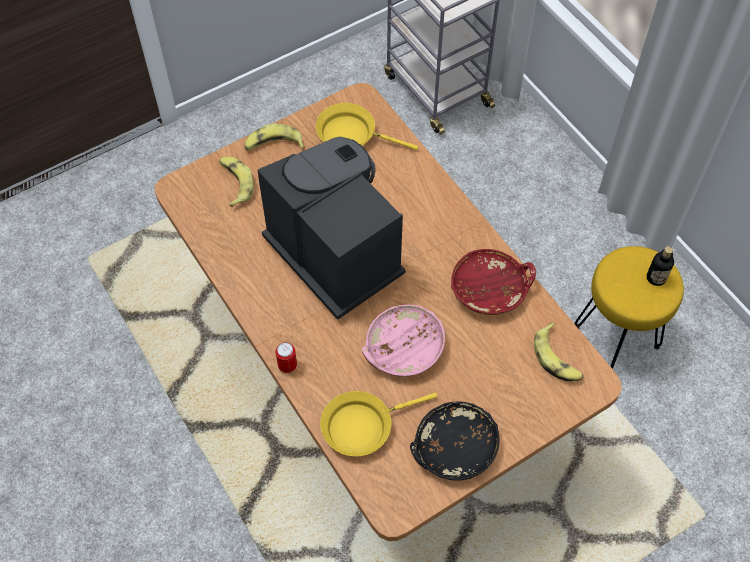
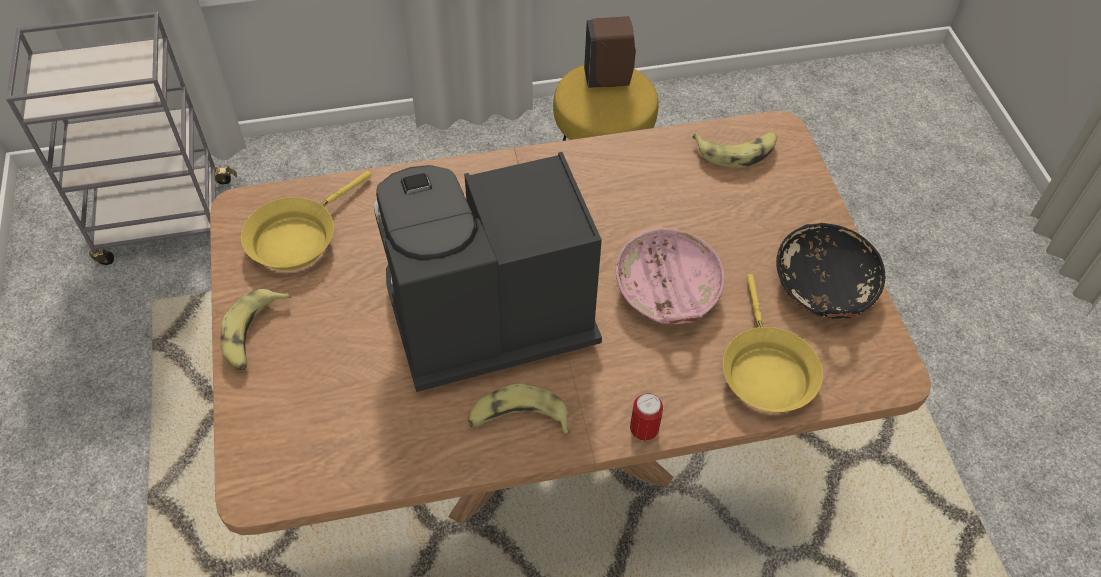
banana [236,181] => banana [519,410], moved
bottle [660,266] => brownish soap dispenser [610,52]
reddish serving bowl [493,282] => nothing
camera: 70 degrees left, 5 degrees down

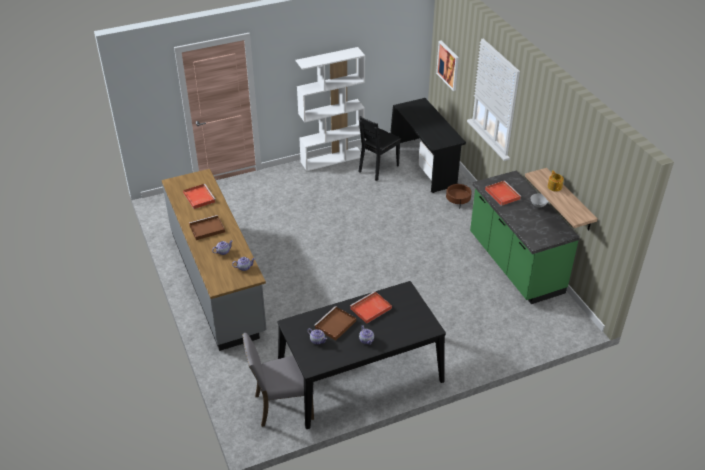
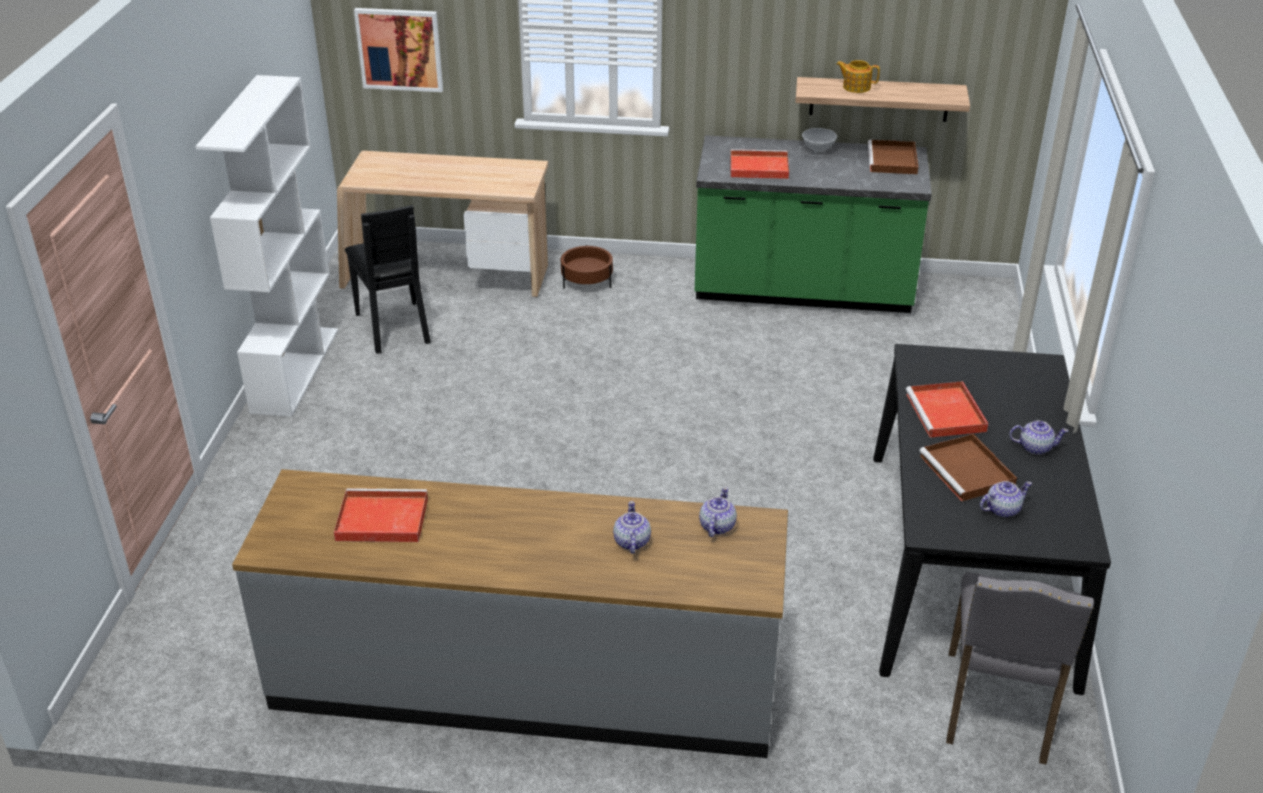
black-coloured desk [428,145] => beige desk [442,224]
brownish serving tray [207,227] => brownish serving tray [893,157], moved
camera: 60 degrees left, 5 degrees down

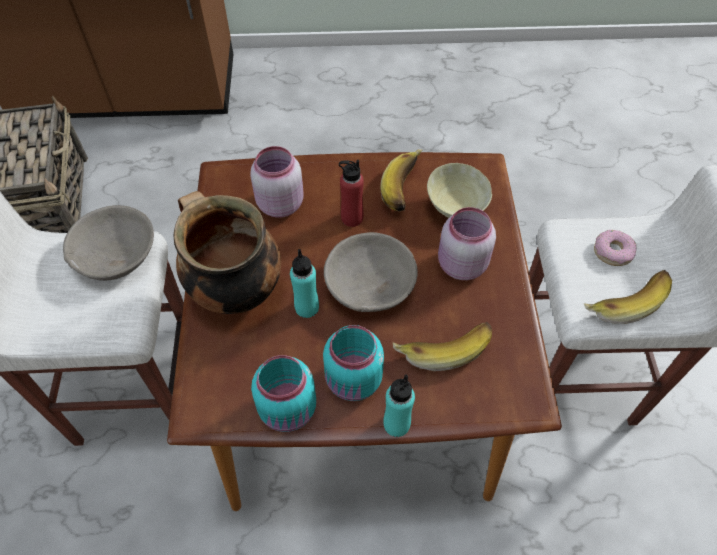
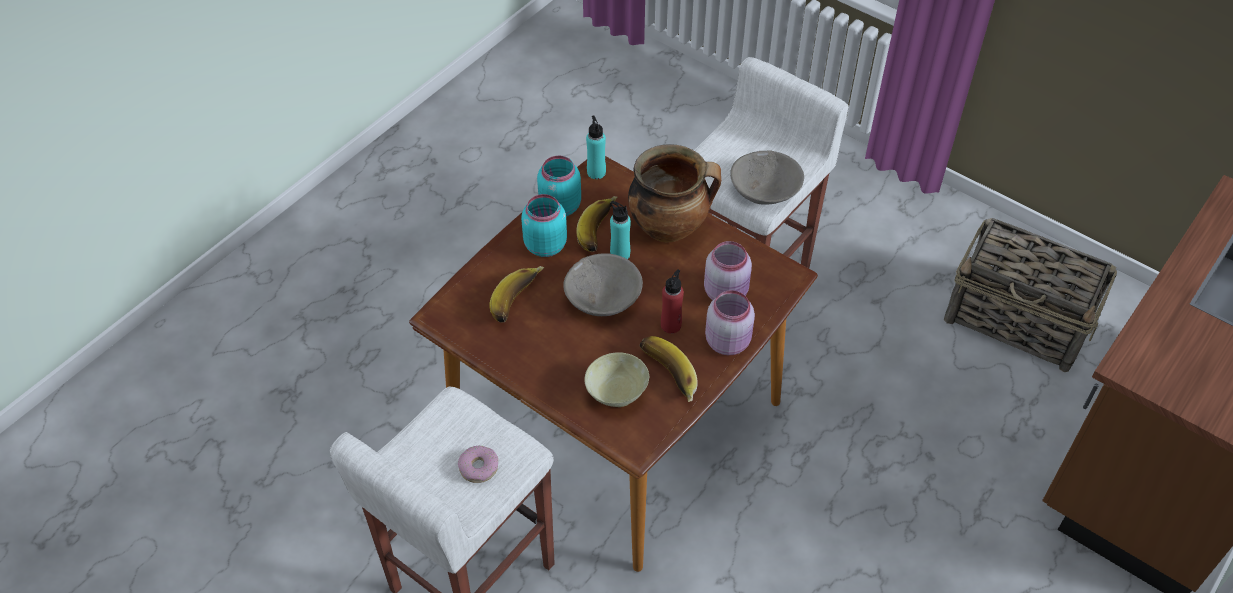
pink-coloured preserve jar [467,243] => pink-coloured preserve jar [730,322], moved
banana [628,297] => banana [596,224], moved
turquoise-coloured bottle [399,405] => turquoise-coloured bottle [596,147], moved
camera: 130 degrees right, 5 degrees down

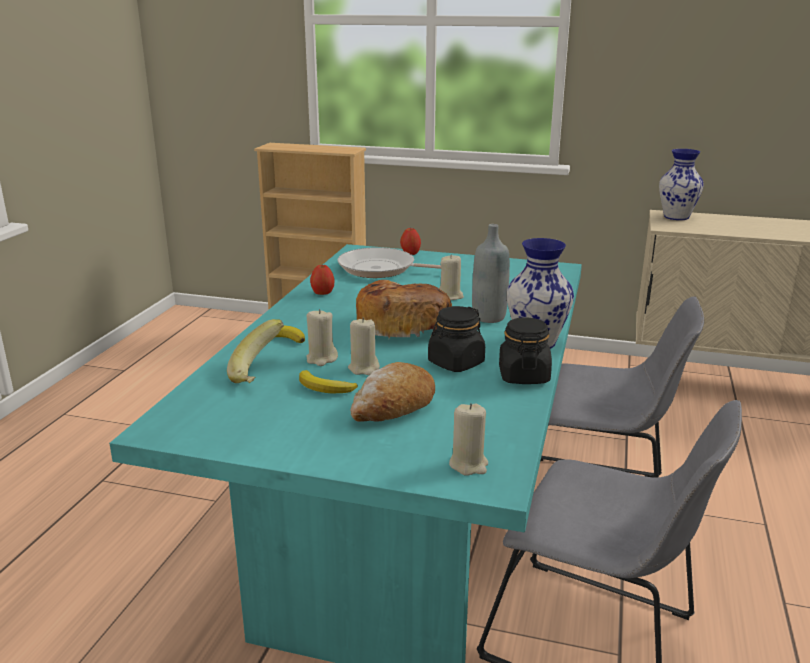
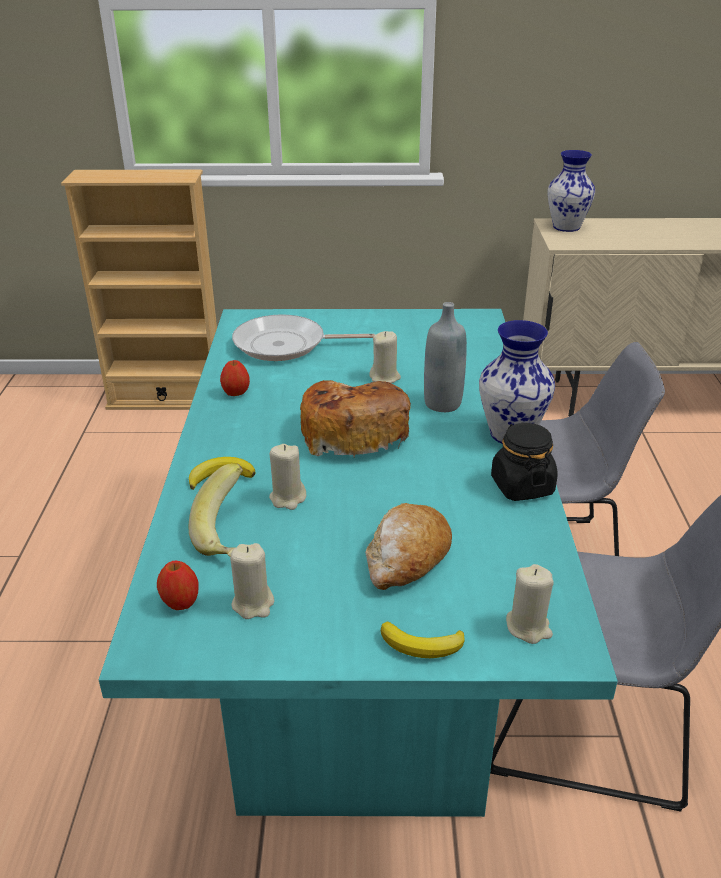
apple fruit [410,241] => apple fruit [178,585], moved
black-coloured preserve jar [456,339] => nothing
beige wax candle [364,346] => beige wax candle [252,581], moved
banana [328,381] => banana [422,640], moved
camera: 15 degrees left, 10 degrees up

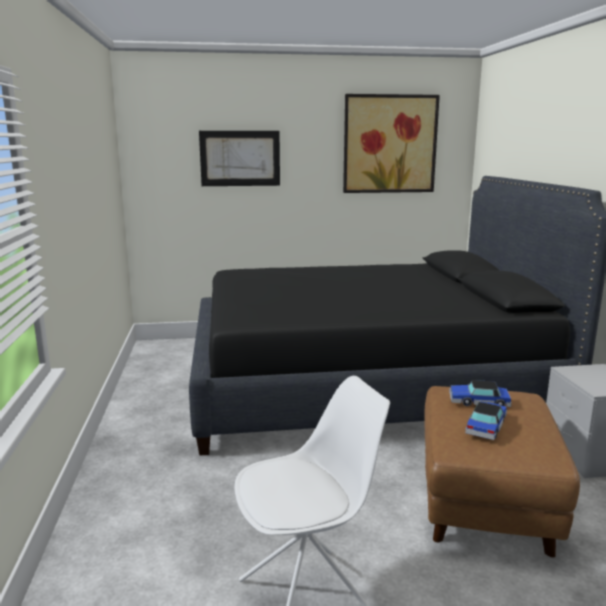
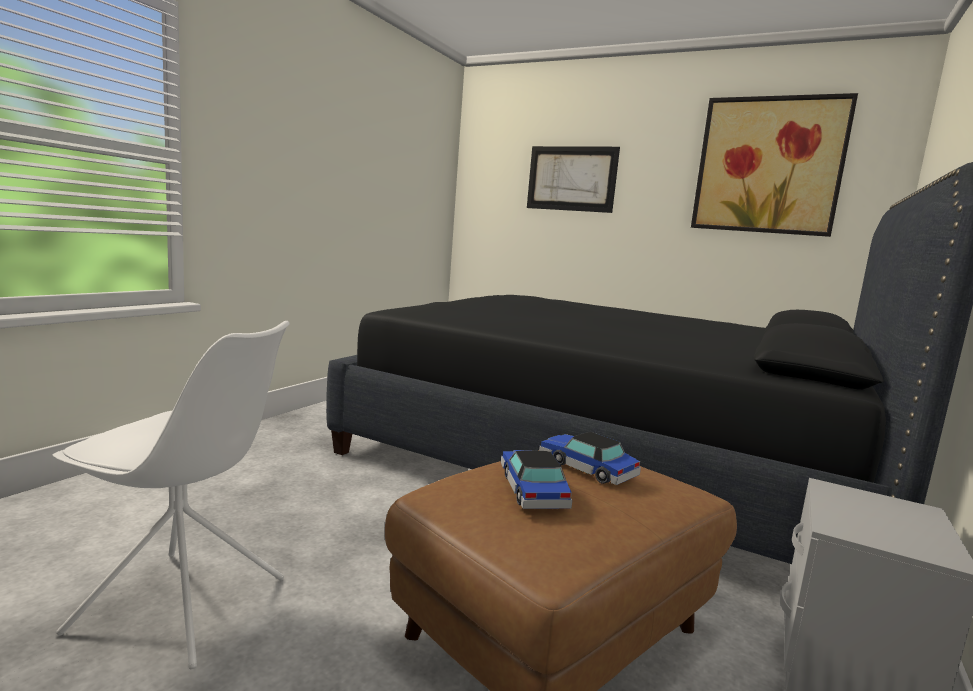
model car [486,420] => model car [536,479], 75 degrees counterclockwise
camera: 35 degrees right, 5 degrees down

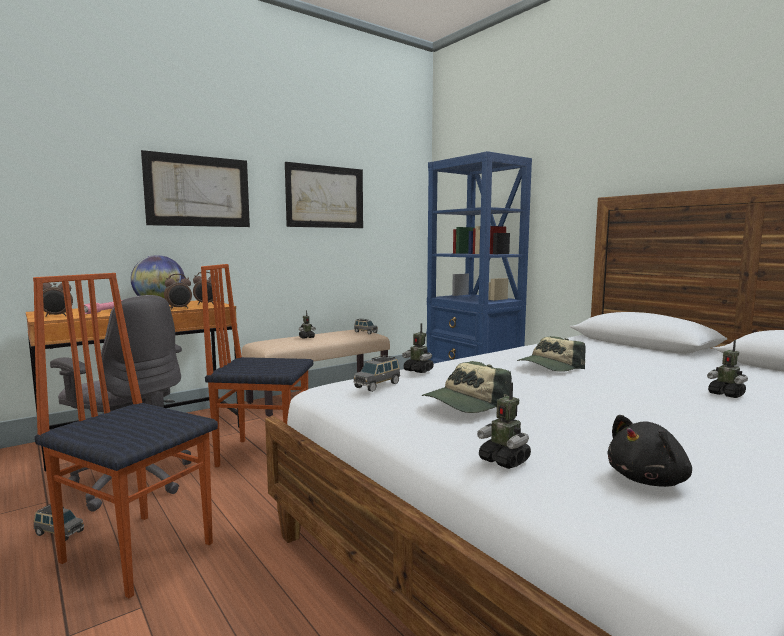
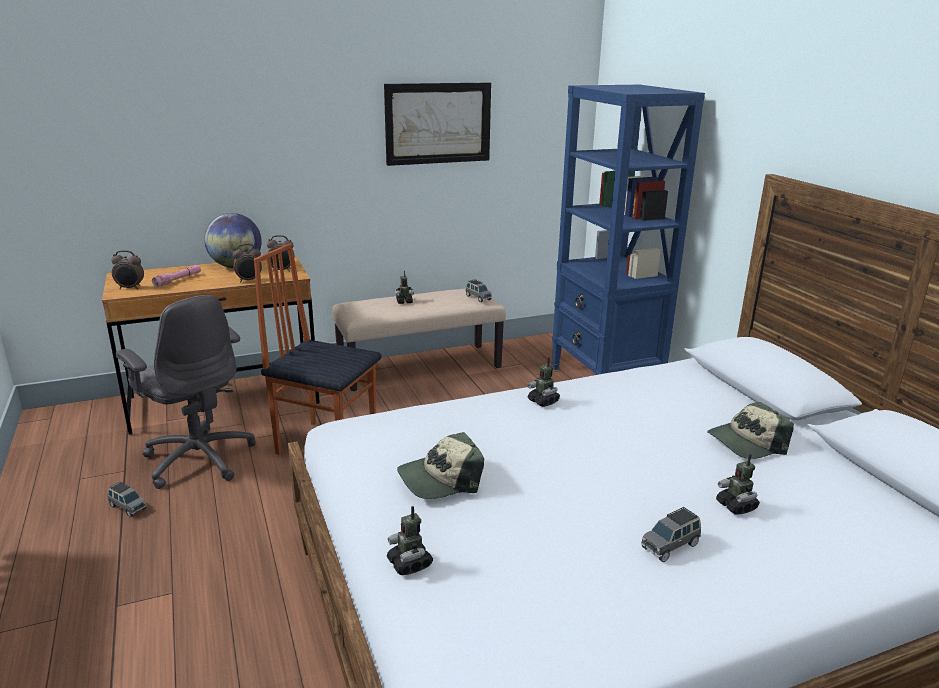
picture [195,188] => nothing
plain chair [125,435] => nothing
toy robot [418,348] => toy robot [544,382], moved
baseball cap [551,354] => baseball cap [750,430], moved
greyish model car [376,373] => greyish model car [671,534], moved
black-coloured soft toy [649,451] => nothing
camera: 15 degrees right, 15 degrees up

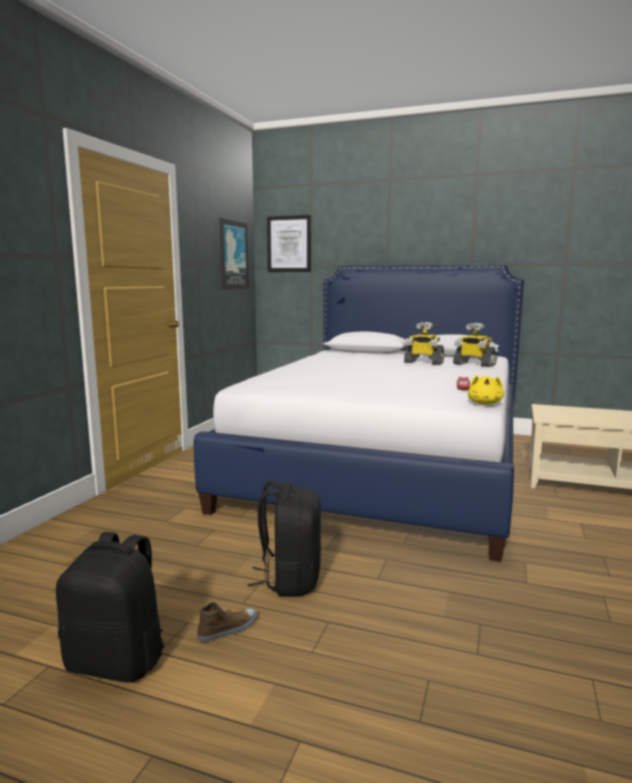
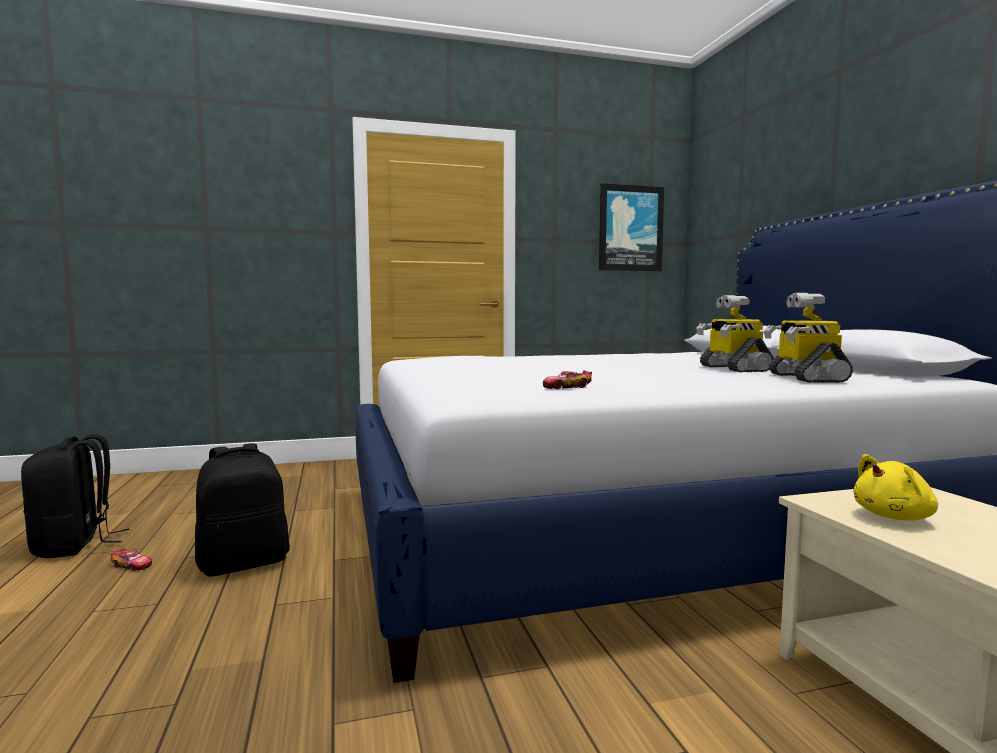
picture [289,243] => nothing
yellow-coloured soft toy [485,389] => yellow-coloured soft toy [895,487], moved
item of footwear [227,622] => model car [131,559]
camera: 55 degrees right, 5 degrees down

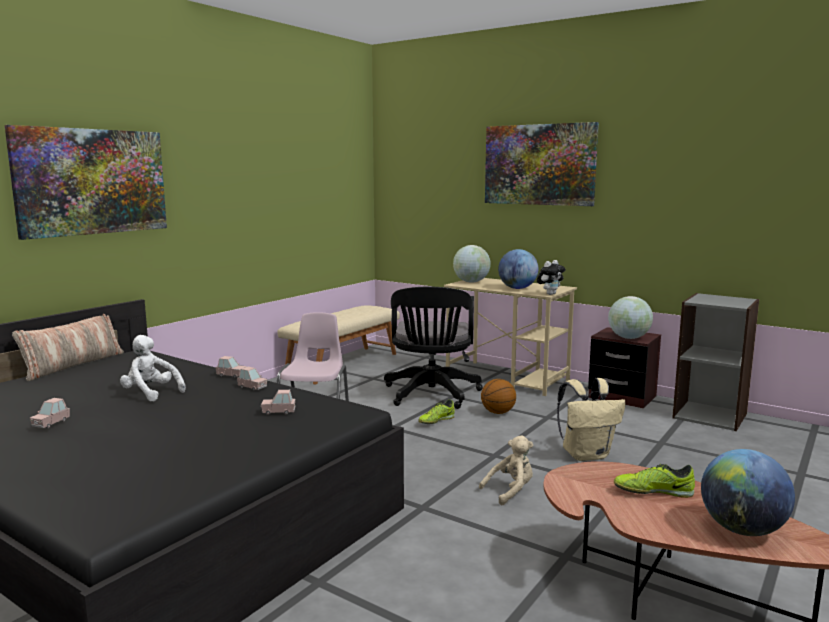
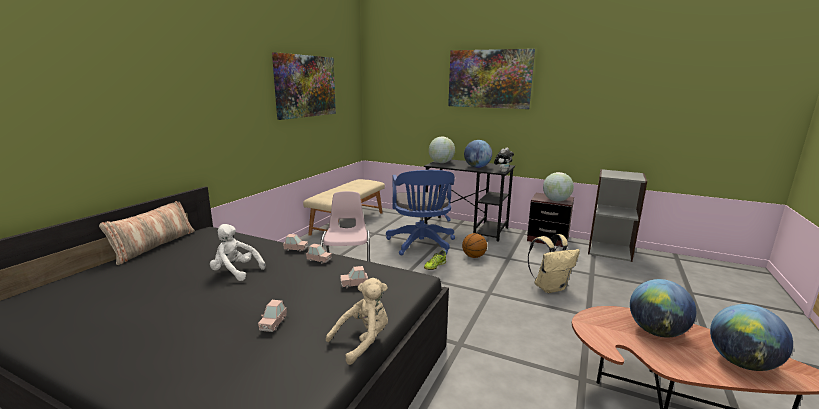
picture [85,182] => picture [304,86], moved
beige desk [510,337] => black-coloured desk [469,201]
black-coloured computer chair [433,348] => blue-coloured computer chair [420,212]
pink-coloured model car [50,413] => pink-coloured model car [272,316], moved
beige soft toy [506,470] => beige soft toy [357,321], moved
item of footwear [654,481] => desk globe [663,308]
camera: 10 degrees left, 5 degrees up

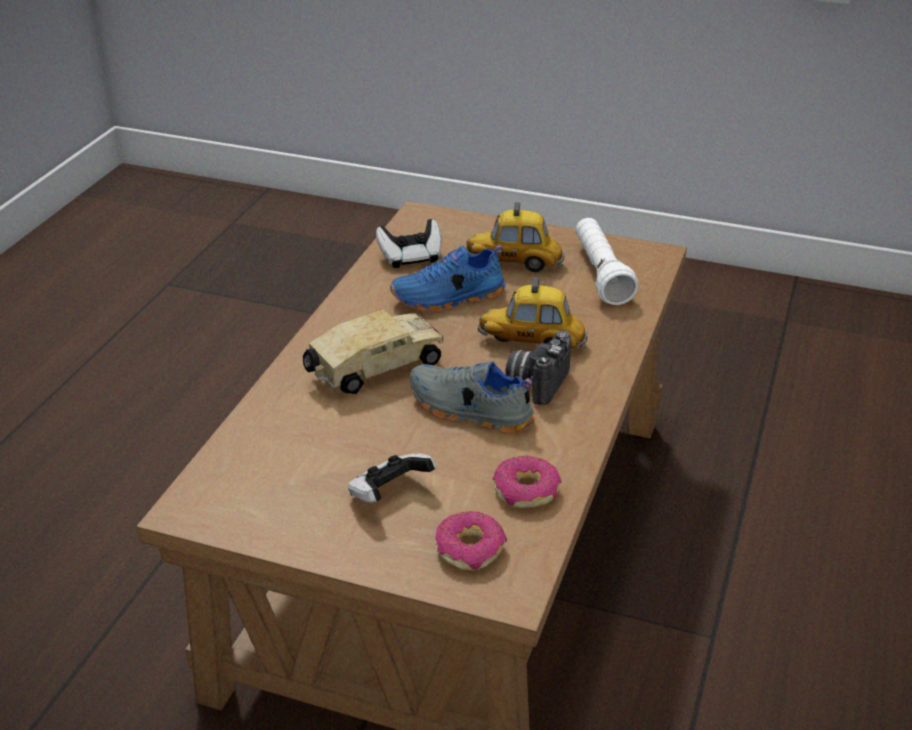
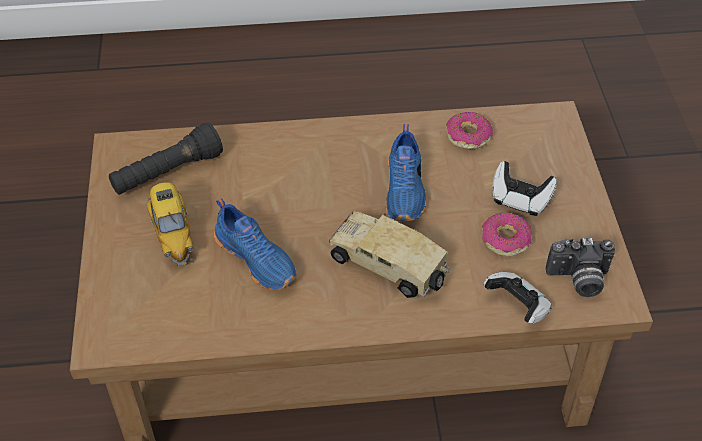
white flashlight [607,261] => black-coloured flashlight [166,159]
game controller [409,243] => game controller [517,298], moved
model car [533,312] => nothing
photo camera [538,367] => photo camera [580,267], moved
greyish item of footwear [473,397] => blue-coloured item of footwear [405,172]
ring doughnut [471,541] => ring doughnut [507,234], moved
camera: 115 degrees left, 15 degrees up

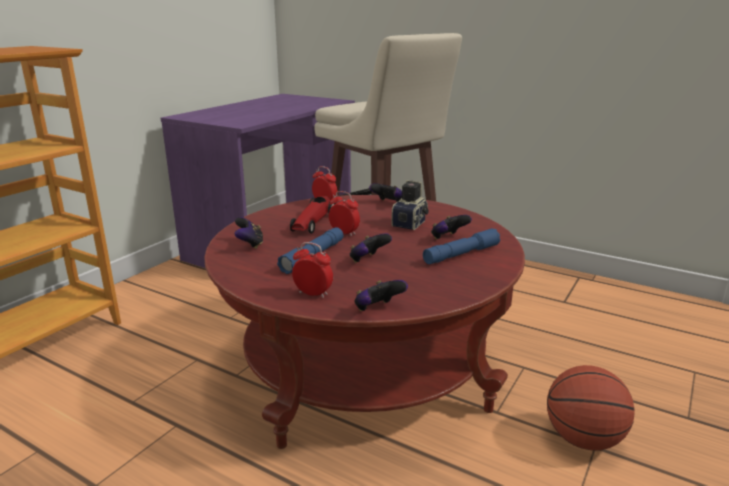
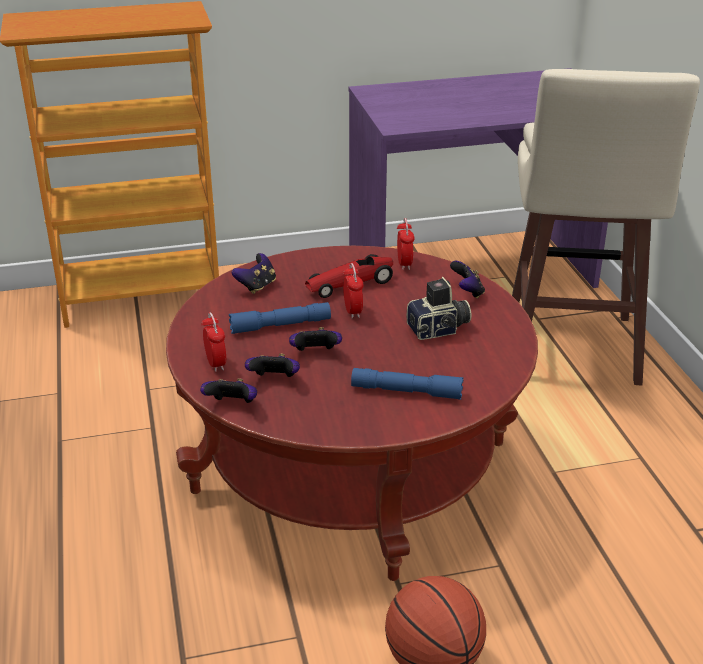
game controller [451,227] => game controller [272,365], moved
camera: 45 degrees right, 10 degrees up

